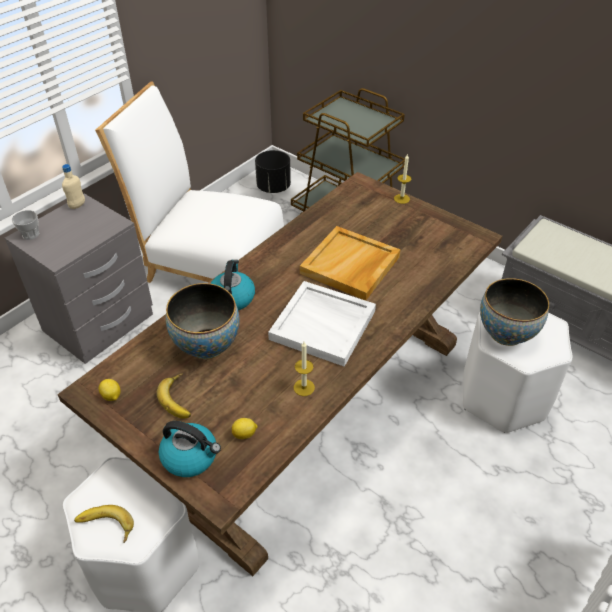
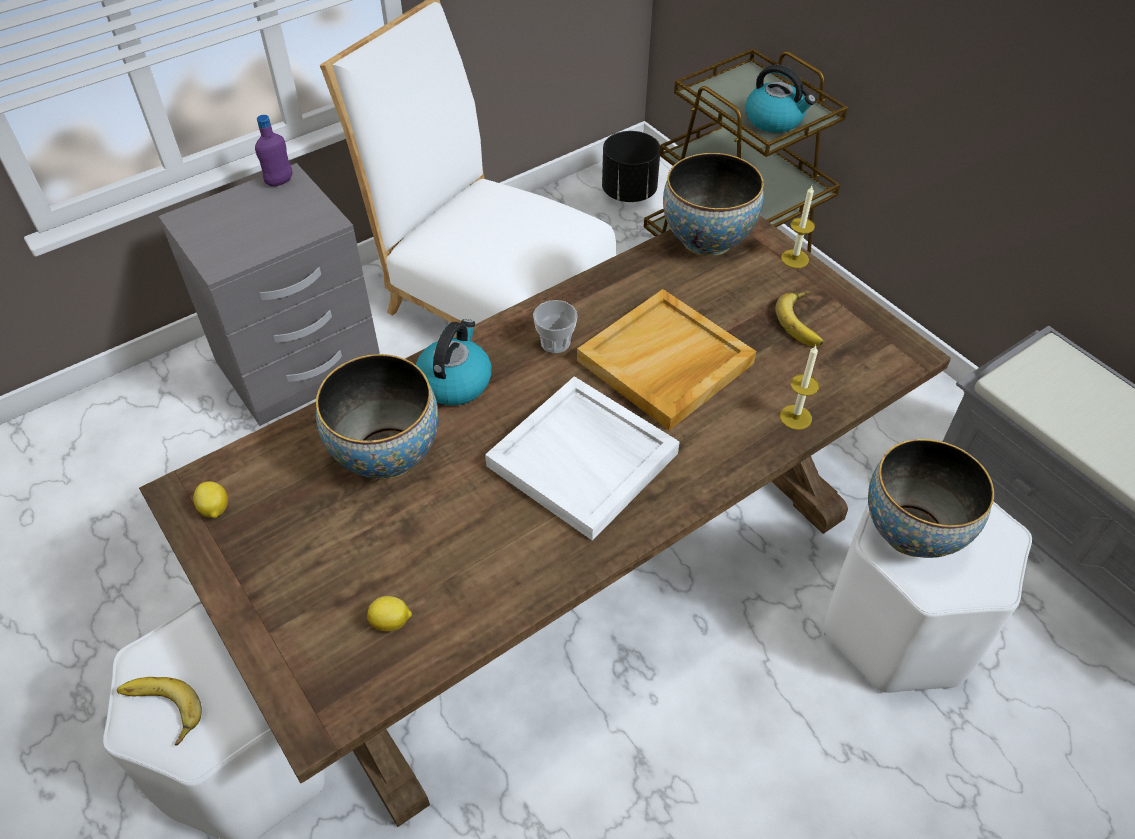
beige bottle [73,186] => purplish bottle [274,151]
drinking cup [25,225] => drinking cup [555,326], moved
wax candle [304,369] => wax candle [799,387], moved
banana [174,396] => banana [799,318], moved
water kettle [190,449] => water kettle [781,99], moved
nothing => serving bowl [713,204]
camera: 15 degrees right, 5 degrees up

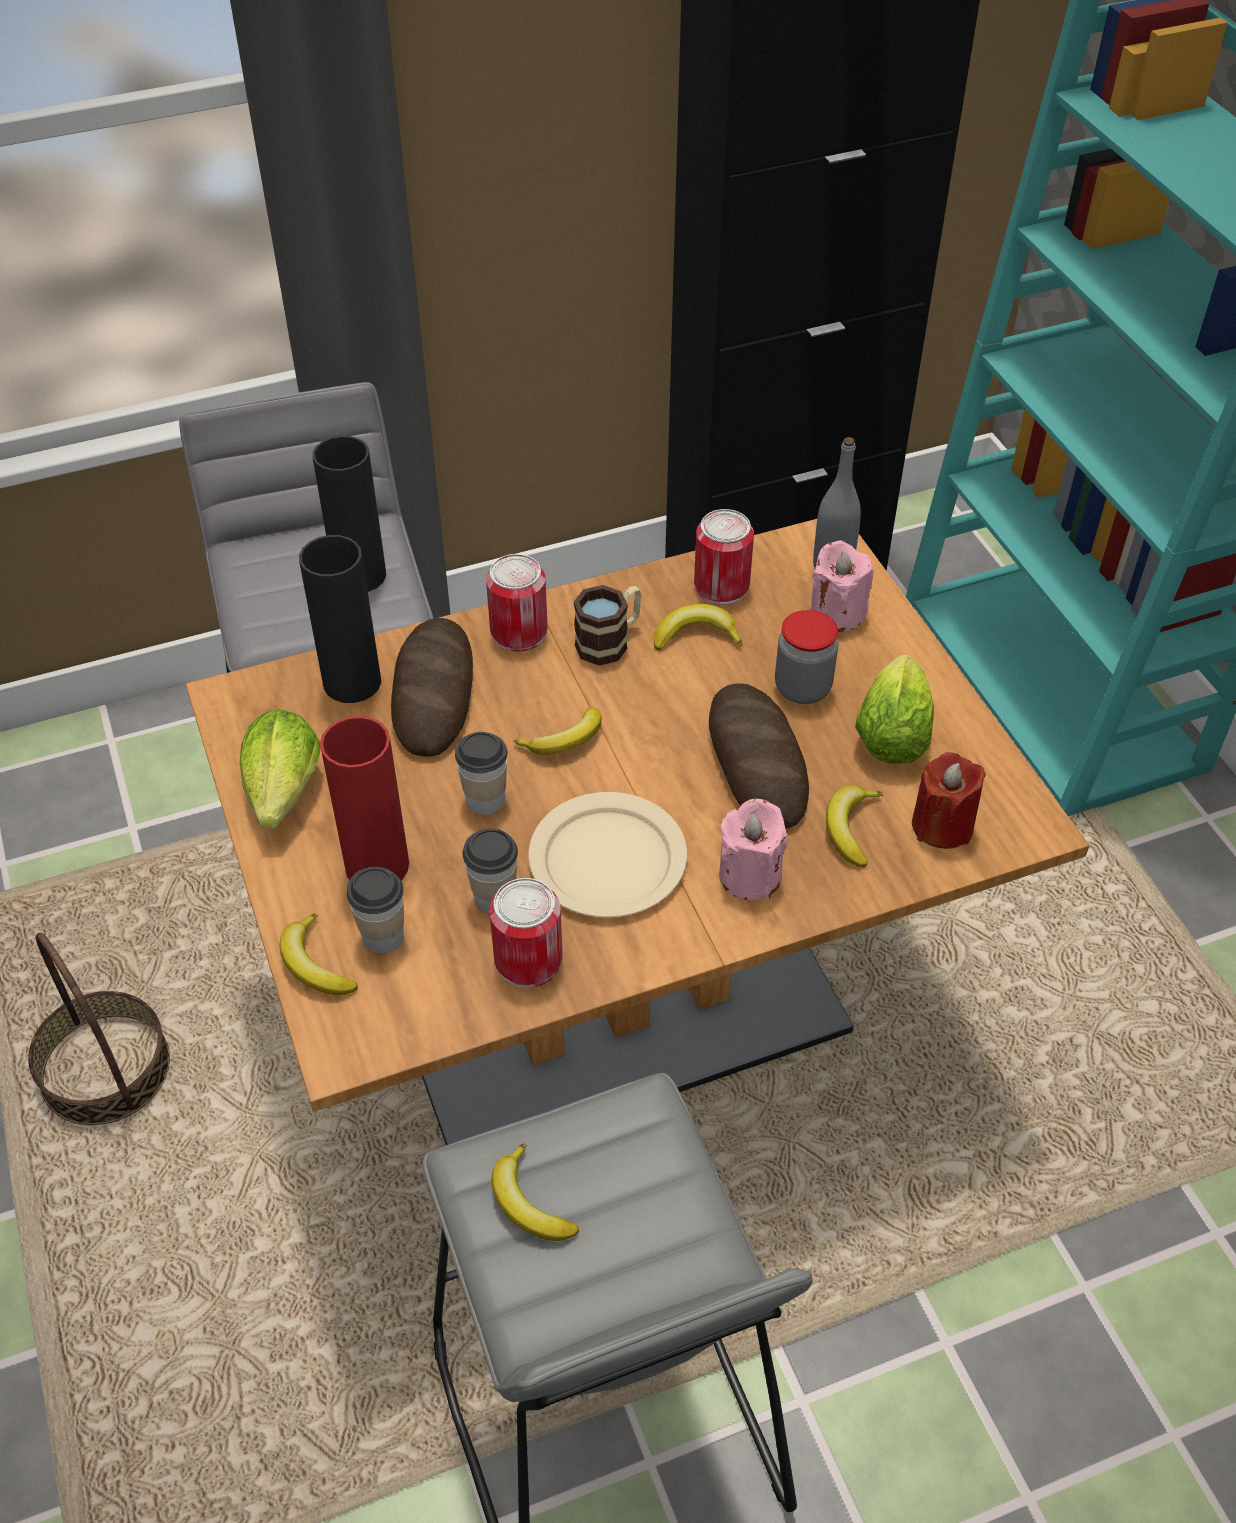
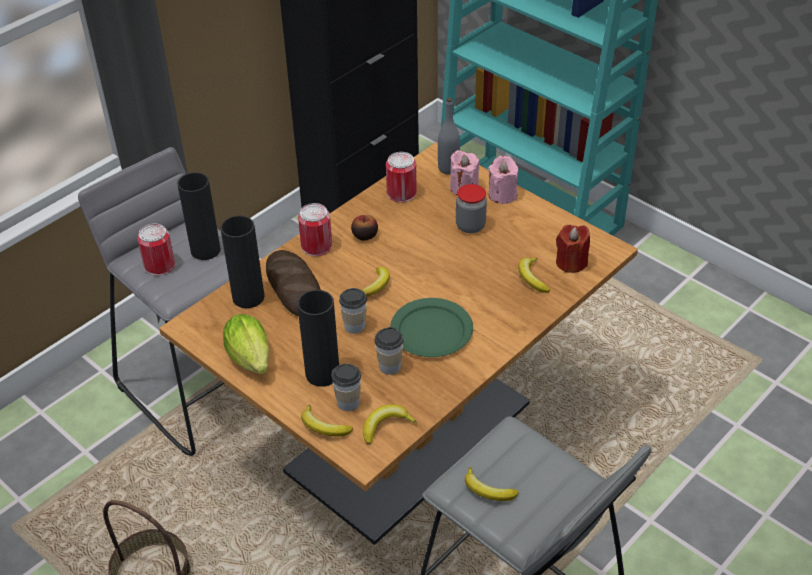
tea mug [607,625] => apple fruit [364,228]
banana [698,627] => banana [390,424], moved
lettuce head [894,709] => nothing
bread [759,755] => nothing
reddish decorative vase [364,798] => black-coloured decorative vase [318,338]
beige flat dish [607,854] => green-coloured flat dish [431,327]
pink-coloured wax candle [753,849] => pink-coloured wax candle [503,180], moved
can [526,933] => can [156,249], moved
camera: 25 degrees left, 5 degrees down

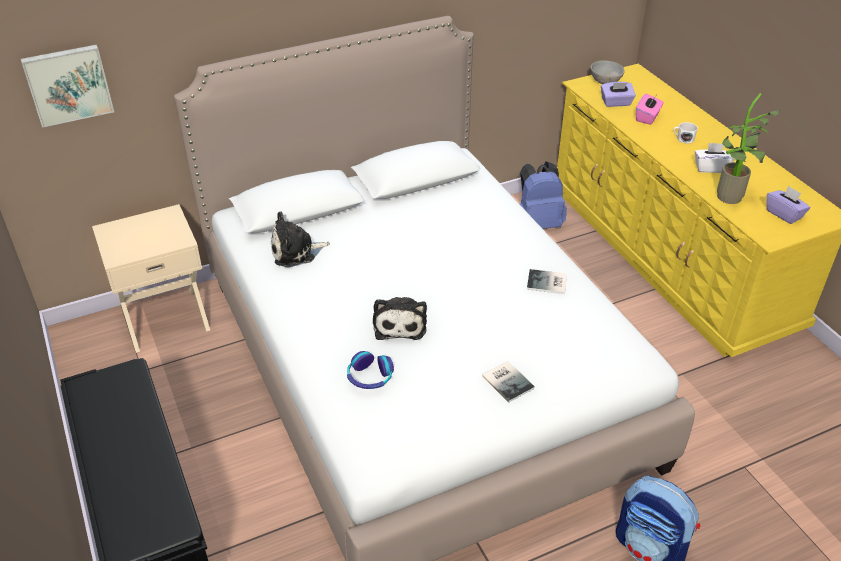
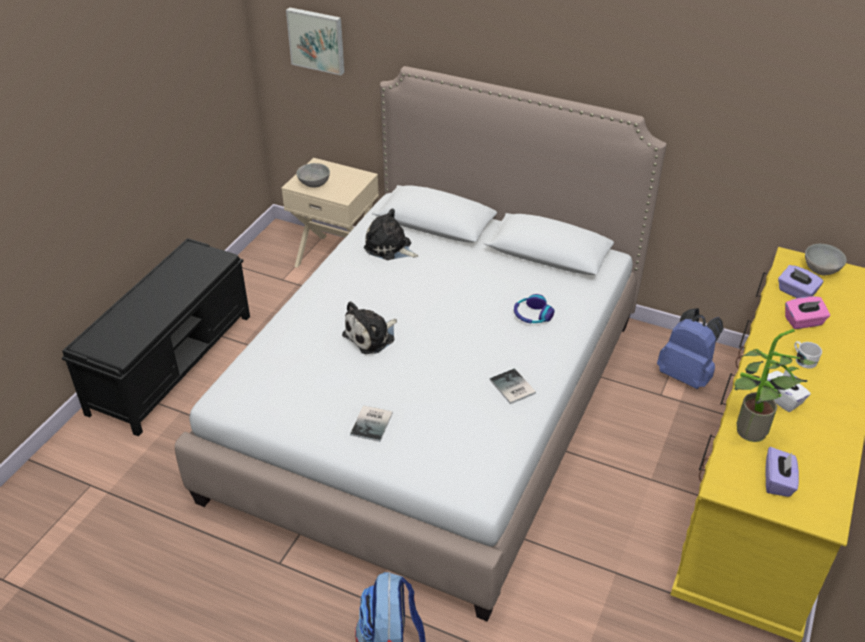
headphones [370,370] => headphones [534,308], moved
nothing => greyish serving bowl [313,175]
camera: 50 degrees right, 0 degrees up

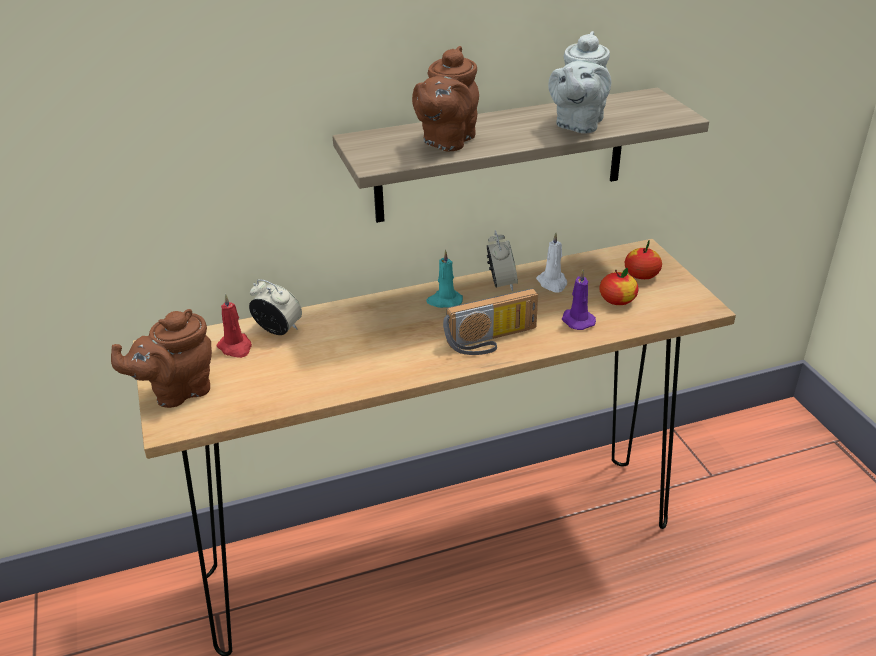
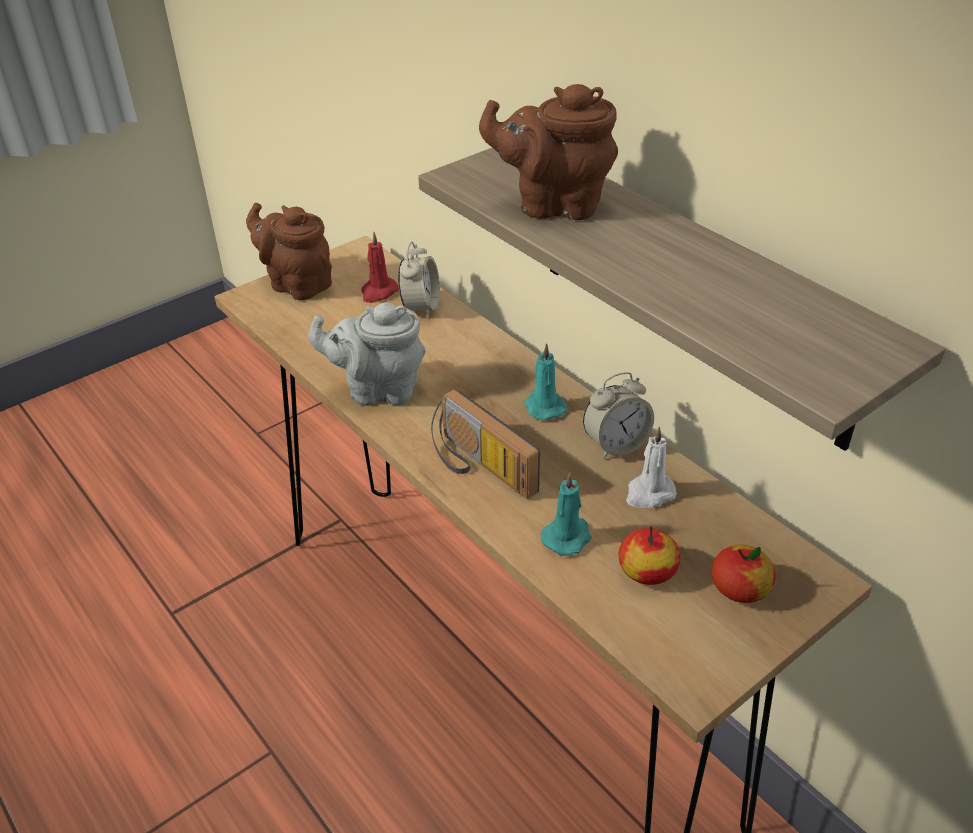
greyish tea pot [579,82] => greyish tea pot [366,354], moved
purplish wax candle [579,299] => turquoise-coloured wax candle [566,514]
camera: 70 degrees right, 5 degrees up

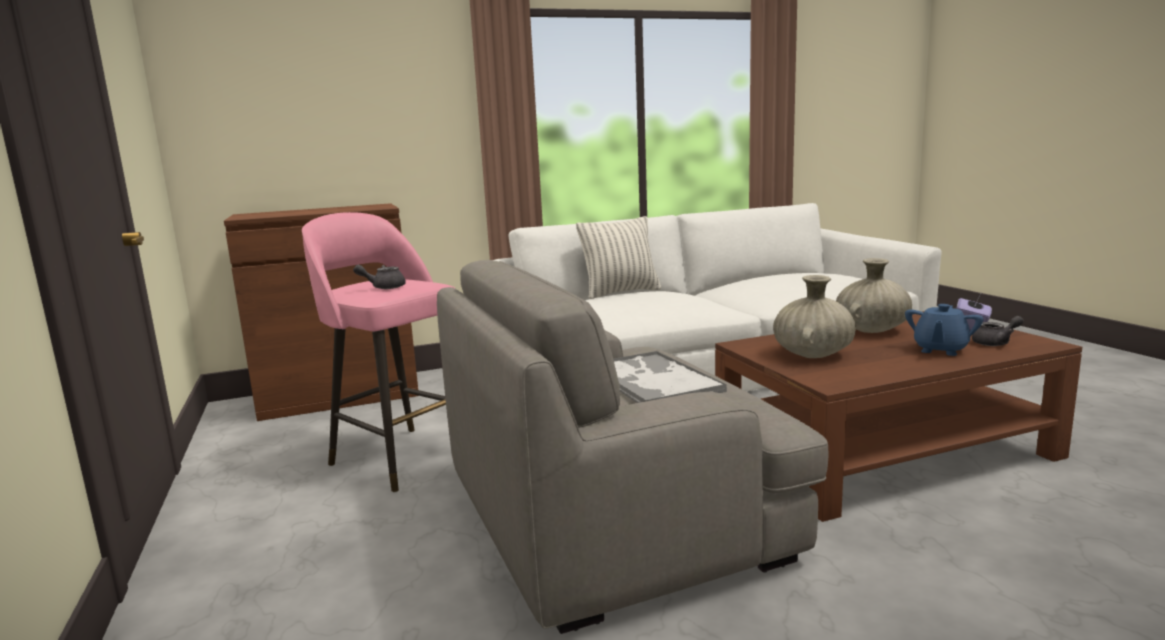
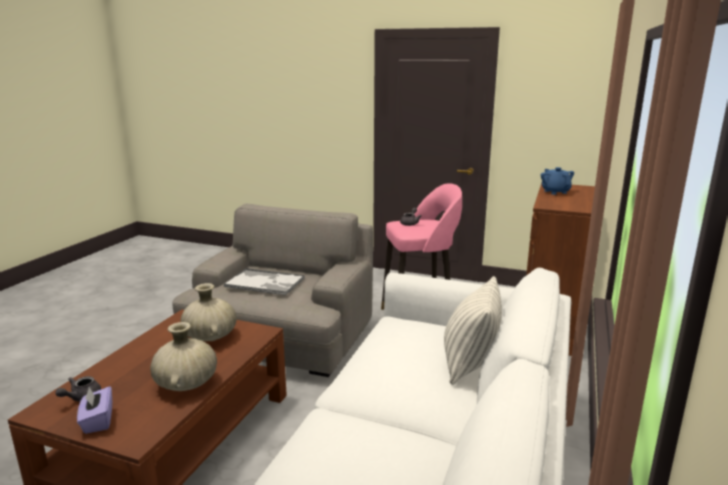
blue-coloured tea pot [944,330] => blue-coloured tea pot [557,181], moved
camera: 130 degrees right, 5 degrees up

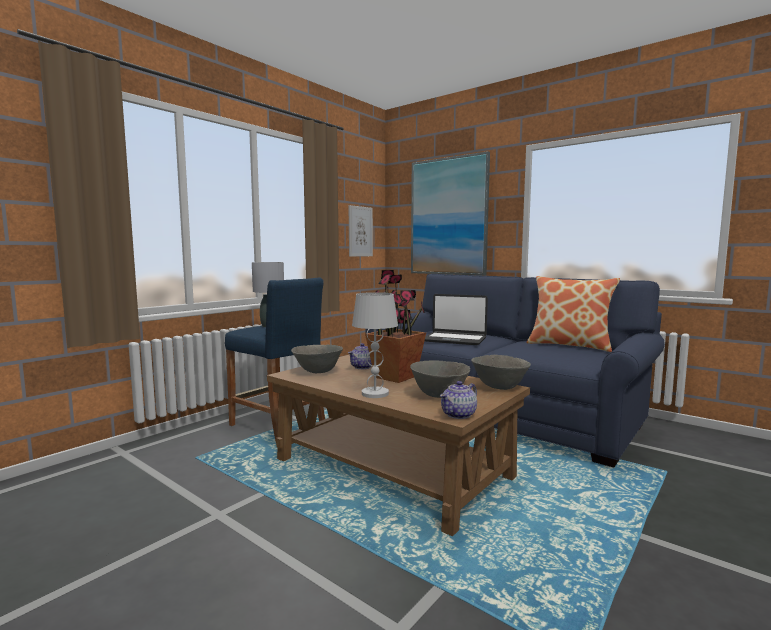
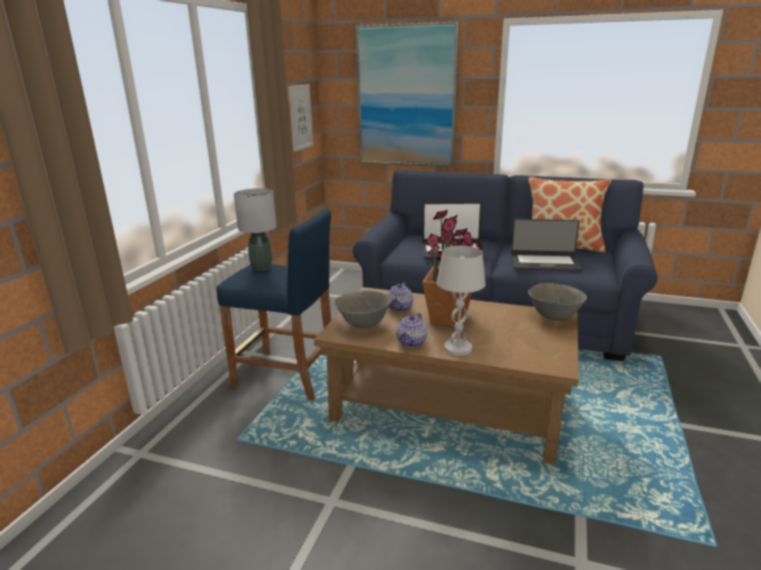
greyish serving bowl [440,379] => nothing
tea pot [458,400] => tea pot [411,330], moved
nothing => notebook computer [547,245]
camera: 20 degrees left, 15 degrees up

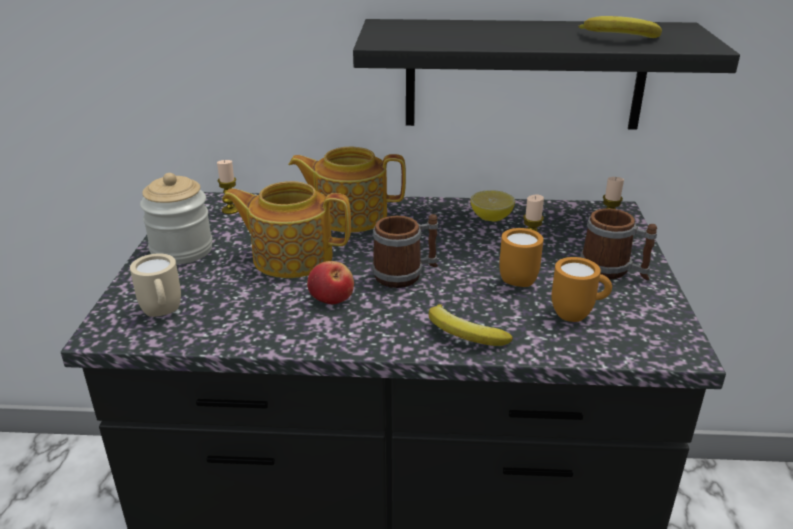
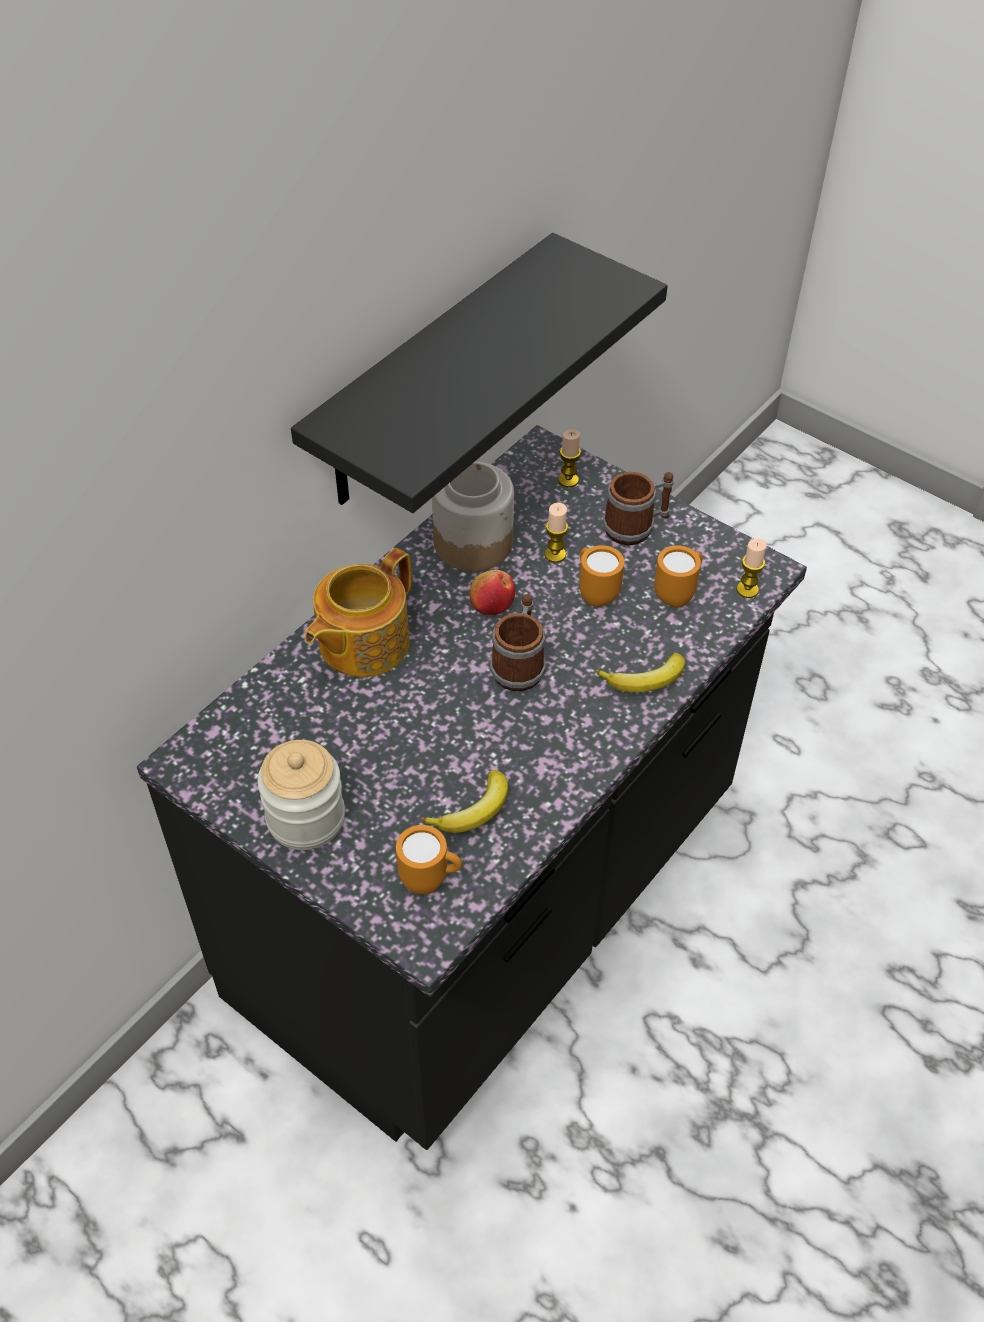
banana [620,27] => banana [464,801], moved
wax candle [227,187] => wax candle [752,568], moved
tea pot [286,229] => nothing
whole lemon [492,206] => preserve jar [473,516]
beige tea mug [155,285] => orange-coloured tea mug [429,860]
apple fruit [330,282] => apple fruit [492,592], moved
camera: 55 degrees left, 20 degrees up

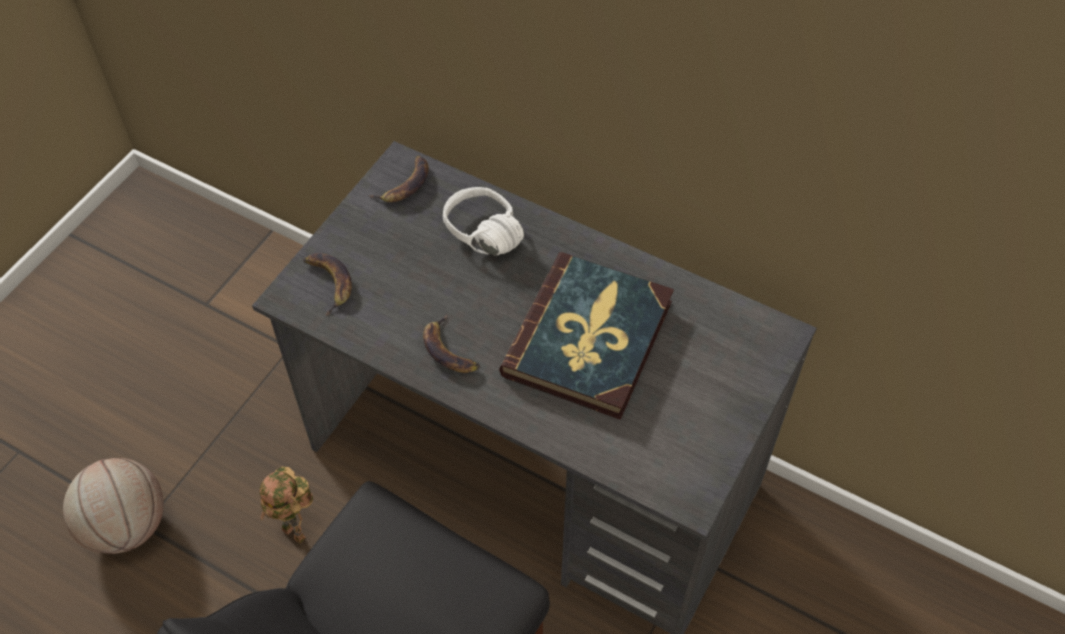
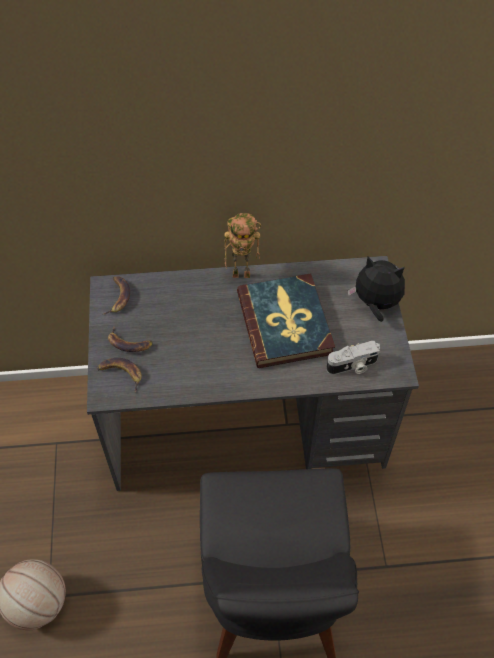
white headphones [484,221] => nothing
banana [451,343] => banana [130,339], moved
toy robot [286,505] => toy robot [242,245], moved
nothing => soft toy [376,289]
nothing => photo camera [353,358]
camera: 35 degrees left, 0 degrees up

